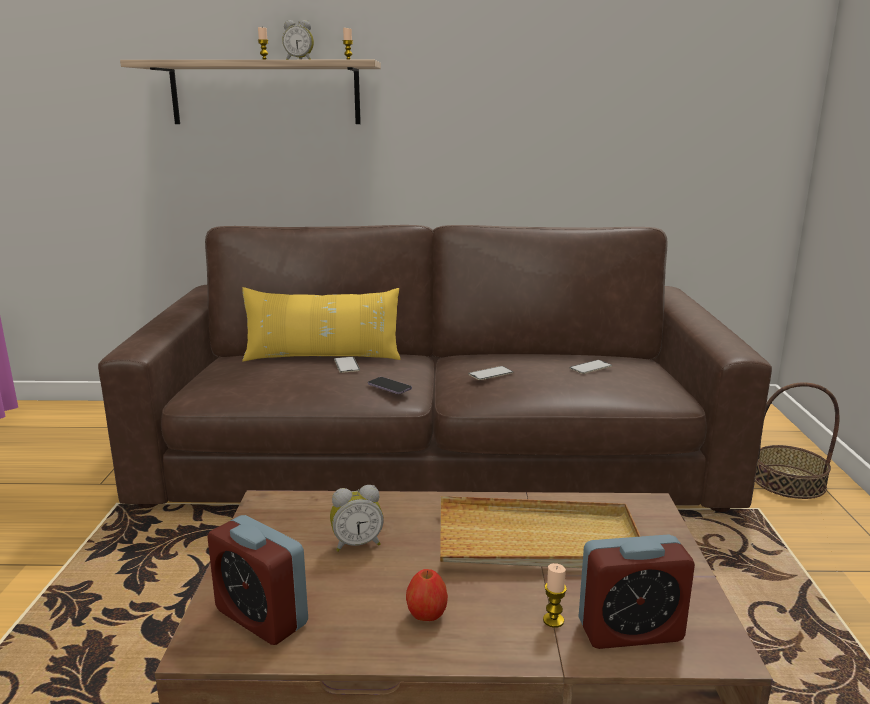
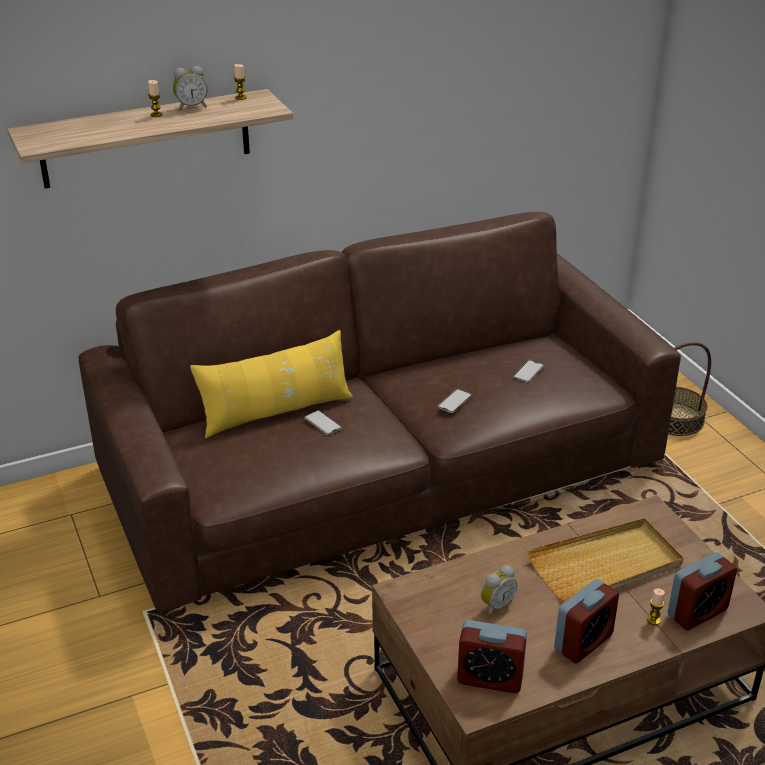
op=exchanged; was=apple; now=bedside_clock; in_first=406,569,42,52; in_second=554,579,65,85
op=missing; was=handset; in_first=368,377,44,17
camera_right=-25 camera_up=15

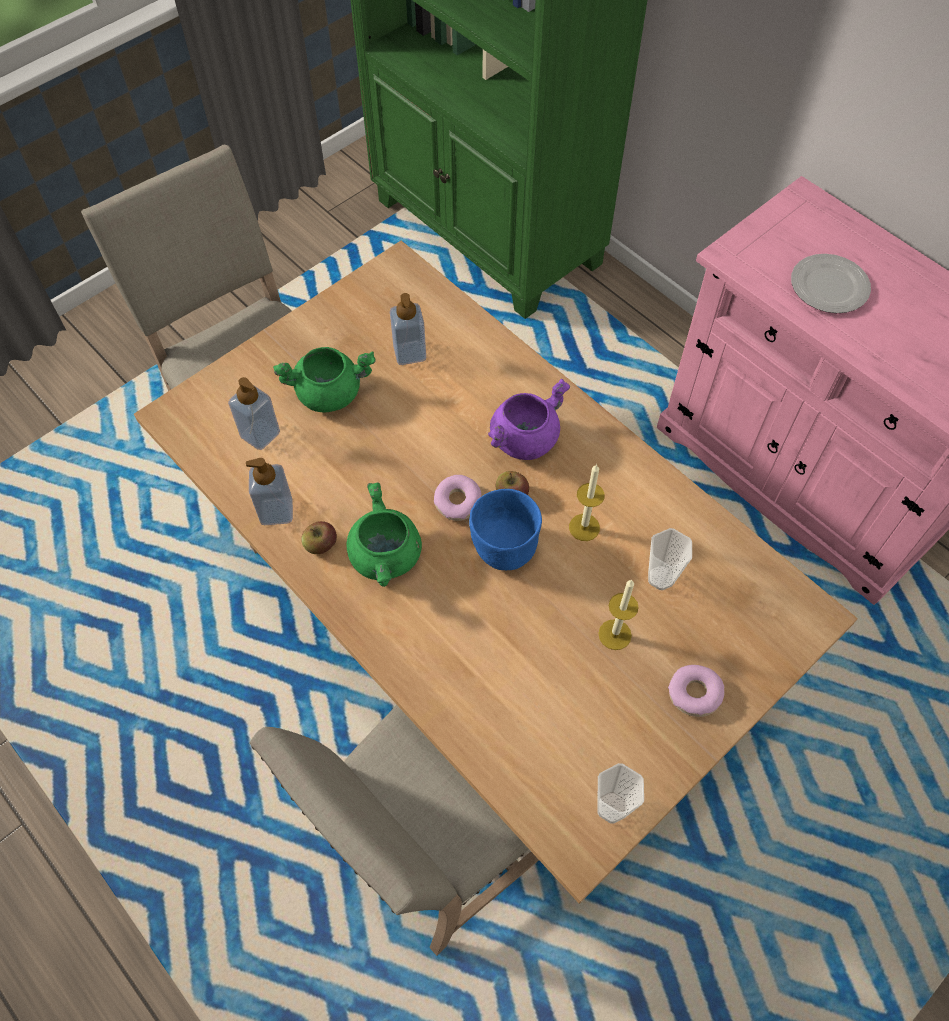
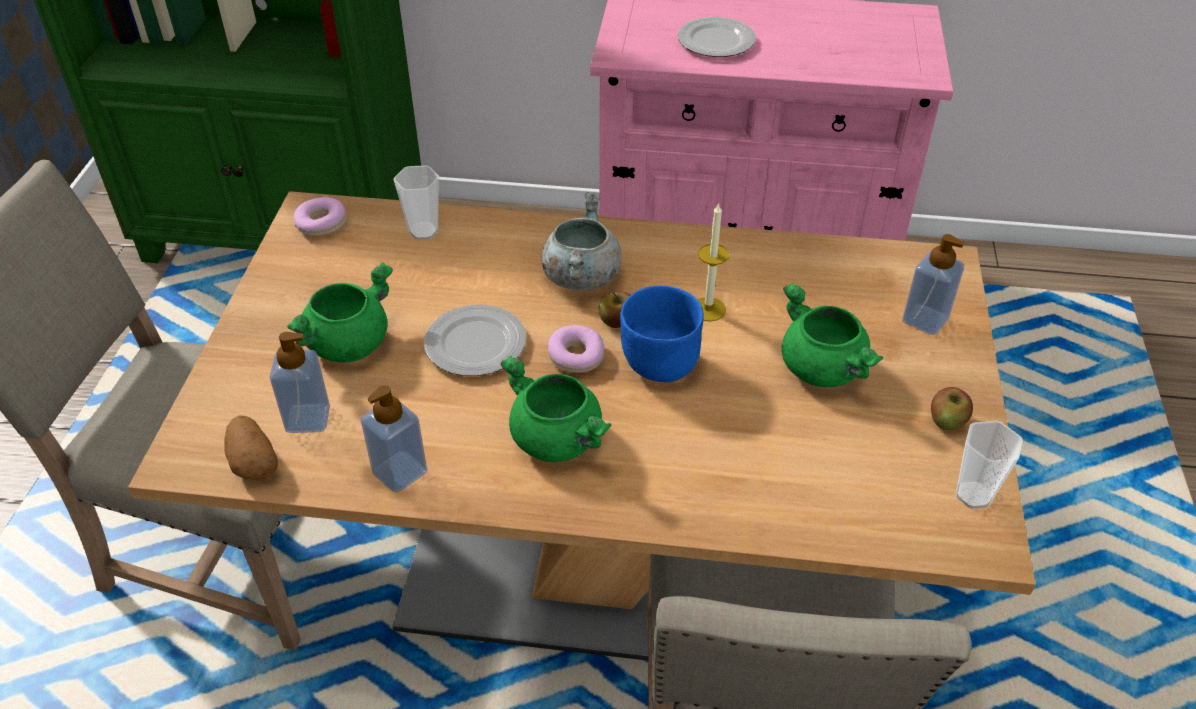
op=appeared; now=spud; in_second=224,416,54,64
op=relocated; was=doughnut; in_first=668,665,56,52; in_second=294,197,52,40
op=relocated; was=drinking_cup; in_first=648,528,44,62; in_second=394,165,45,75
op=appeared; now=flat_dish; in_second=424,305,102,71
op=colour; was=purplish_saucepot; now=gray_saucepot; in_first=488,379,82,81; in_second=542,192,80,99
op=exchanged; was=candle; now=green_saucepot; in_first=598,580,41,70; in_second=782,283,101,104
op=relocated; was=soap_dispenser; in_first=390,293,36,72; in_second=902,234,62,101
op=relocated; was=apple; in_first=301,521,36,33; in_second=931,387,42,43
camera_right=-40 camera_up=-15

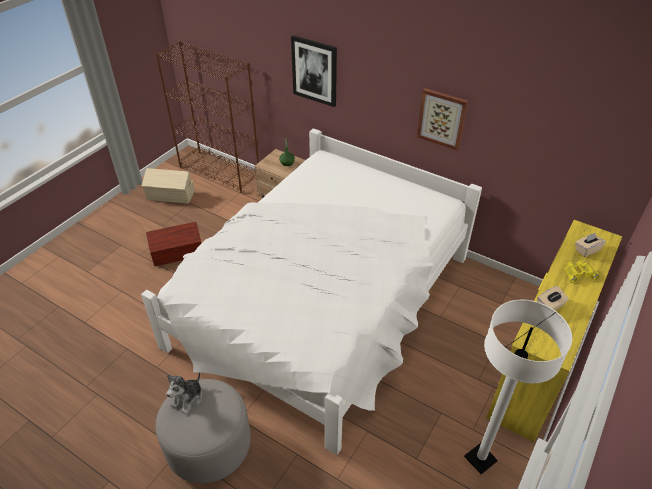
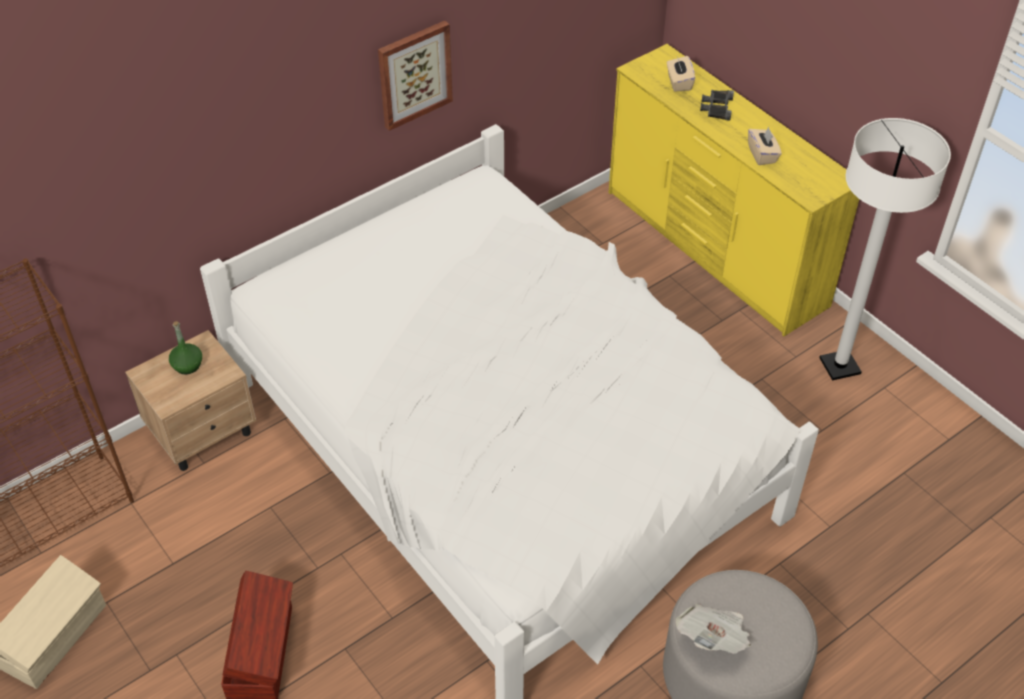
op=exchanged; was=soft_toy; now=newspaper; in_first=166,372,36,43; in_second=675,604,76,50
op=colour; was=yellowish_binoculars; now=black_binoculars; in_first=564,261,35,22; in_second=700,90,34,31
op=missing; was=wall_art; in_first=291,35,46,72
camera_right=-70 camera_up=5

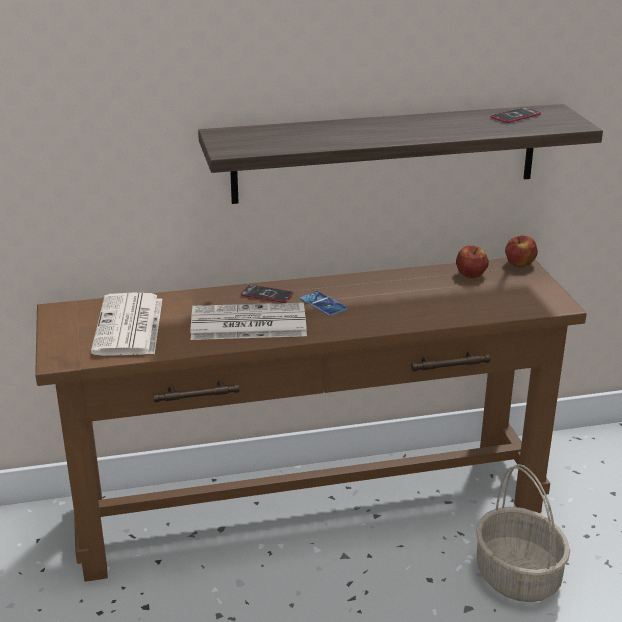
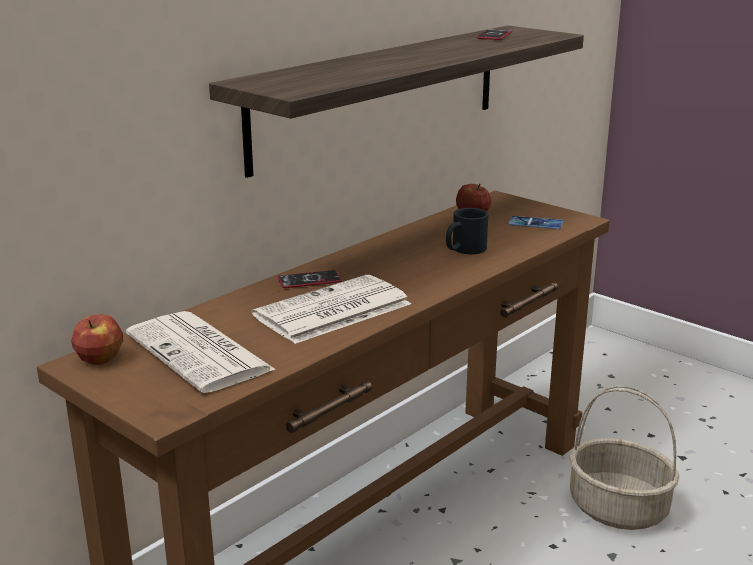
op=relocated; was=apple; in_first=505,235,33,32; in_second=71,314,52,51
op=appeared; now=black_tea_mug; in_second=446,208,43,46
op=relocated; was=handset; in_first=300,291,48,25; in_second=508,216,55,13
camera_right=-35 camera_up=-5

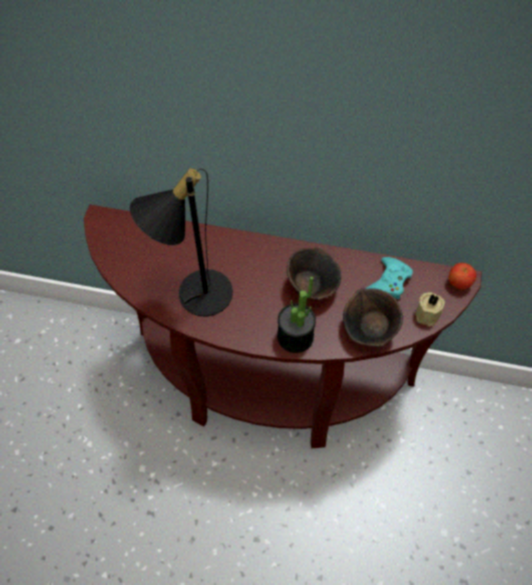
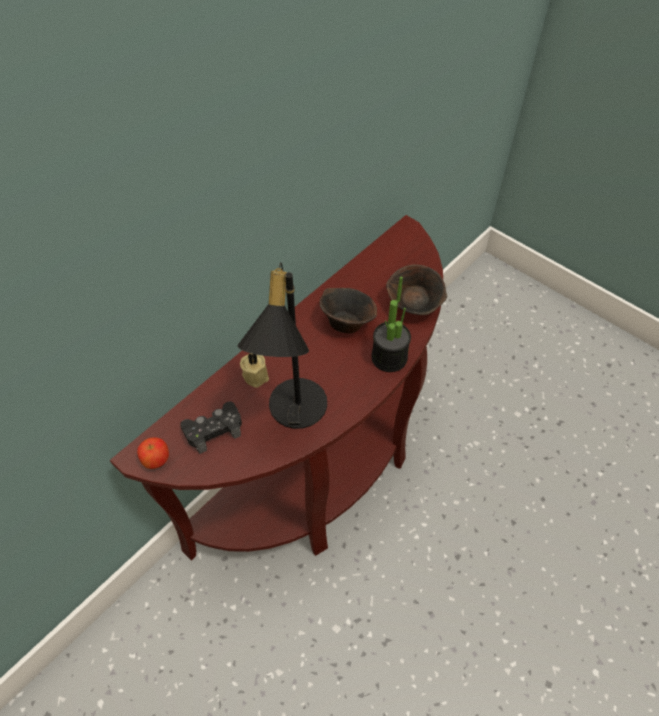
op=relocated; was=apple; in_first=448,263,29,27; in_second=137,438,32,31
op=appeared; now=black_game_controller; in_second=180,401,62,53
op=relocated; was=beige_candle; in_first=416,292,29,34; in_second=240,353,29,35
op=missing; was=blue-green_game_controller; in_first=365,257,48,42
camera_right=-60 camera_up=-5

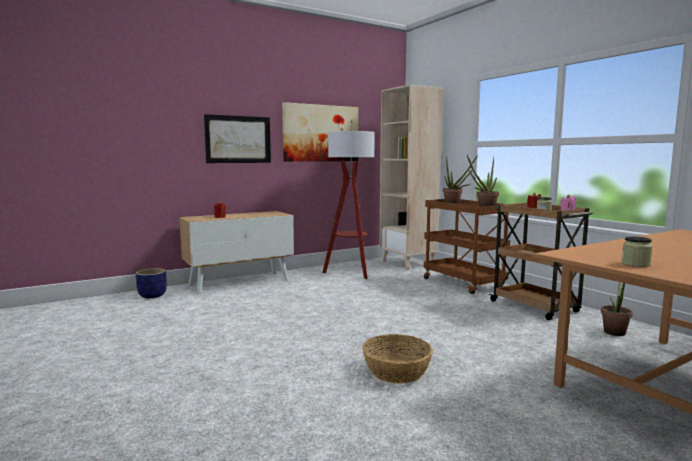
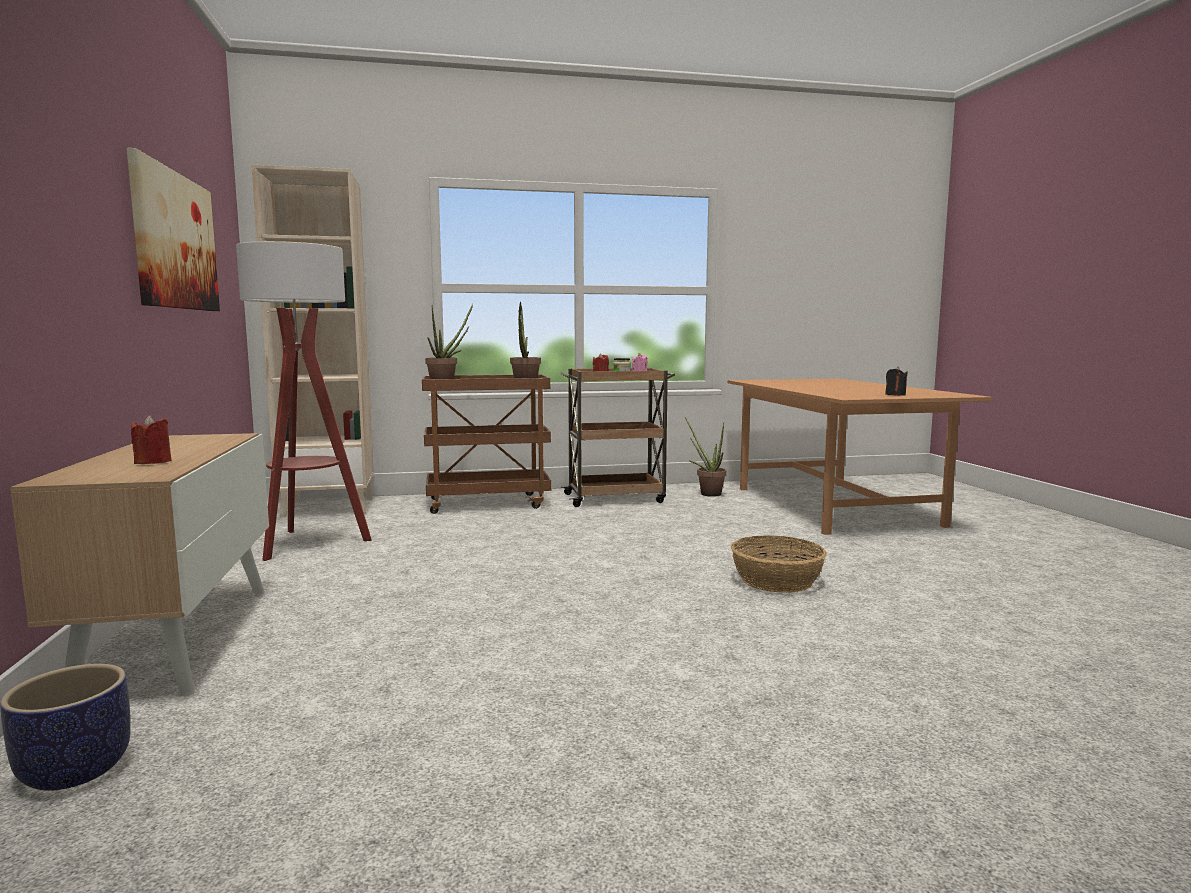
op=exchanged; was=preserve_jar; now=black_candle; in_first=621,236,32,31; in_second=885,366,23,30
op=missing; was=wall_art; in_first=204,114,67,49
camera_right=-70 camera_up=0

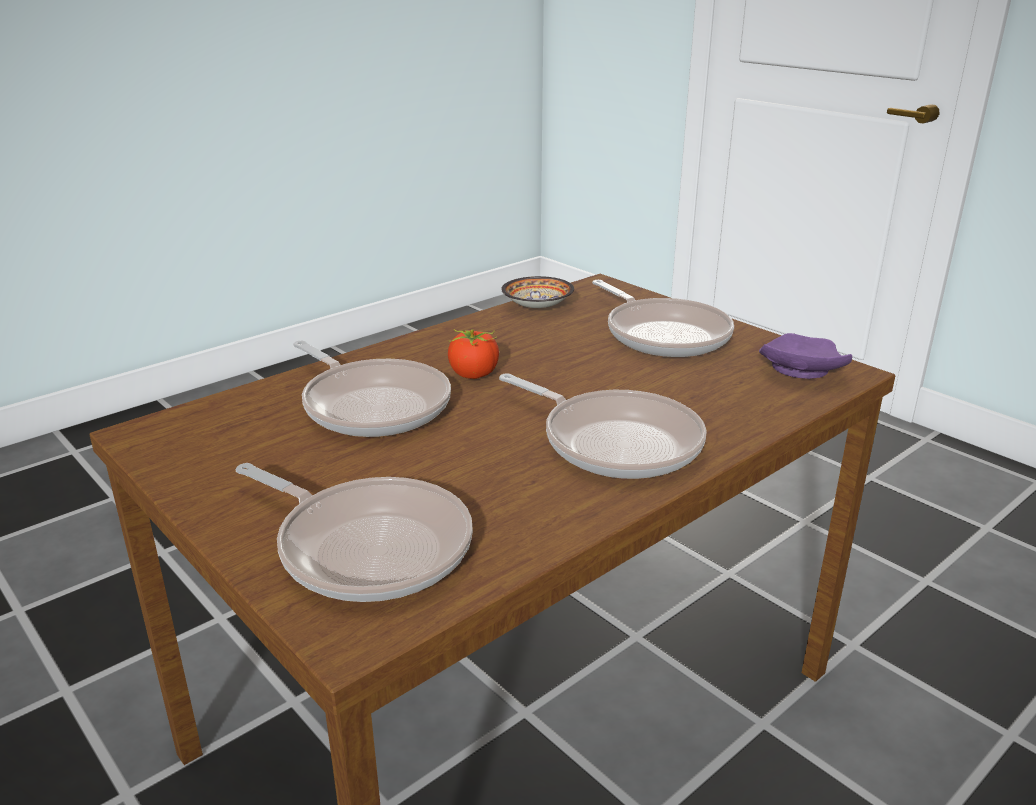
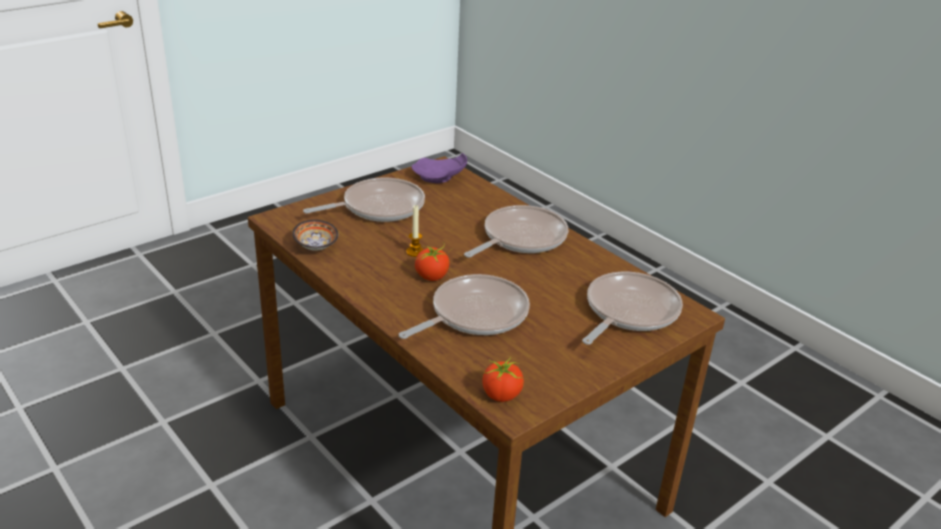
op=appeared; now=candle; in_second=406,205,18,52
op=appeared; now=whole_tomato; in_second=482,357,42,45
camera_right=-90 camera_up=5

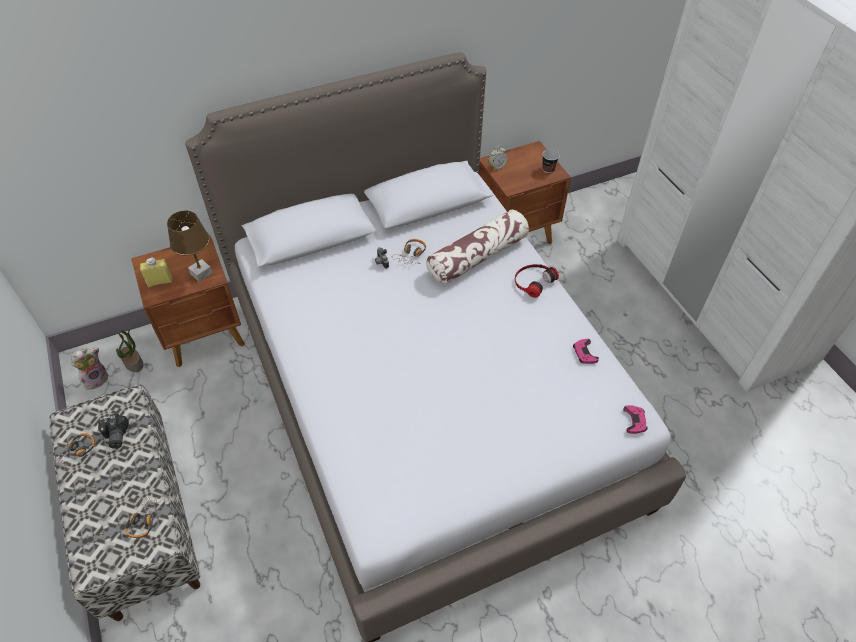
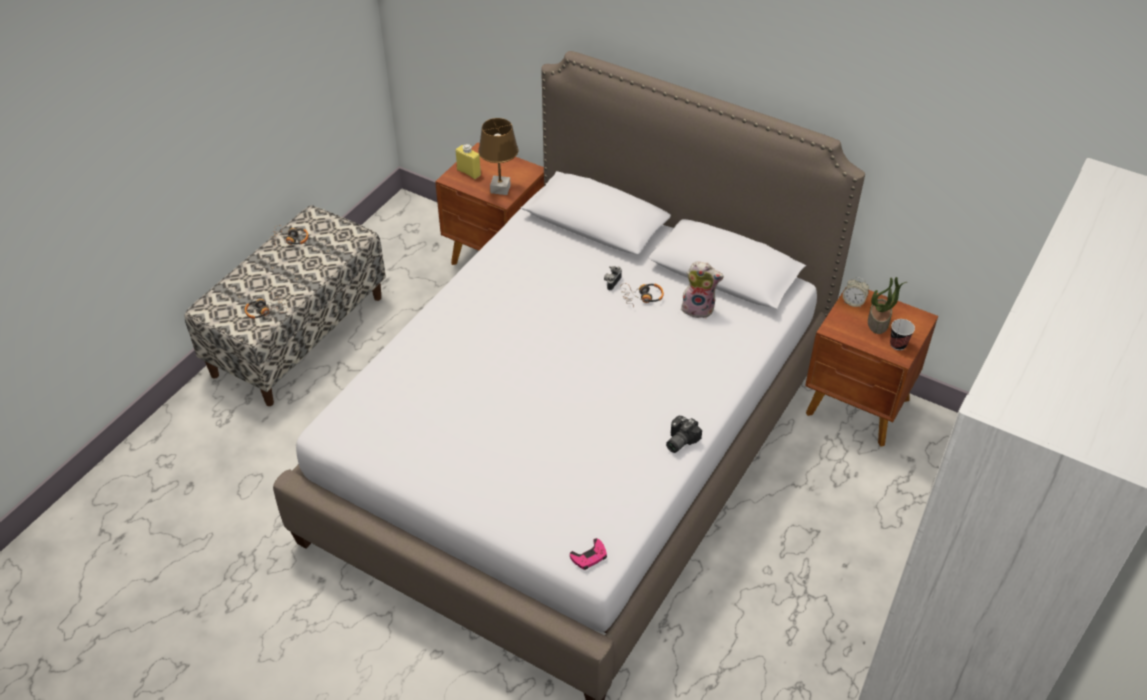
op=relocated; was=still_camera; in_first=98,413,31,36; in_second=666,415,36,38
op=relocated; was=soft_toy; in_first=71,347,37,45; in_second=681,261,43,57
op=relocated; was=potted_plant; in_first=116,328,27,44; in_second=868,277,39,57
op=missing; was=pillow; in_first=426,210,103,75
op=missing; was=headset; in_first=515,264,44,34
op=missing; was=pinkish_game_controller; in_first=573,339,26,25
camera_right=55 camera_up=-5

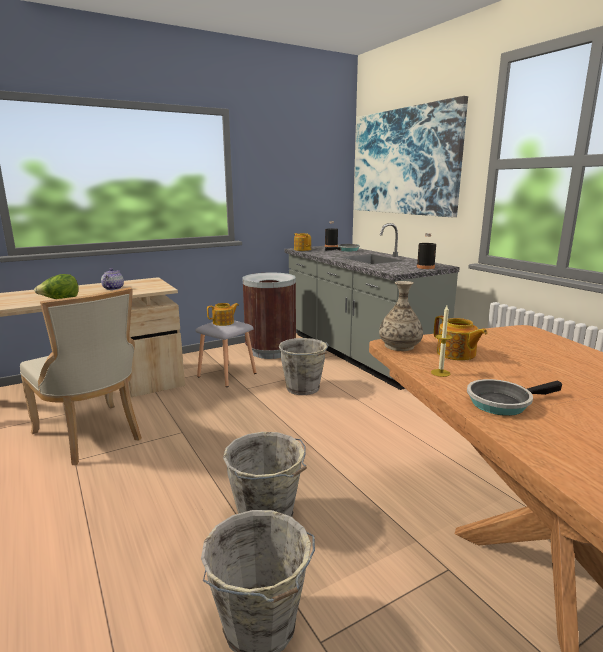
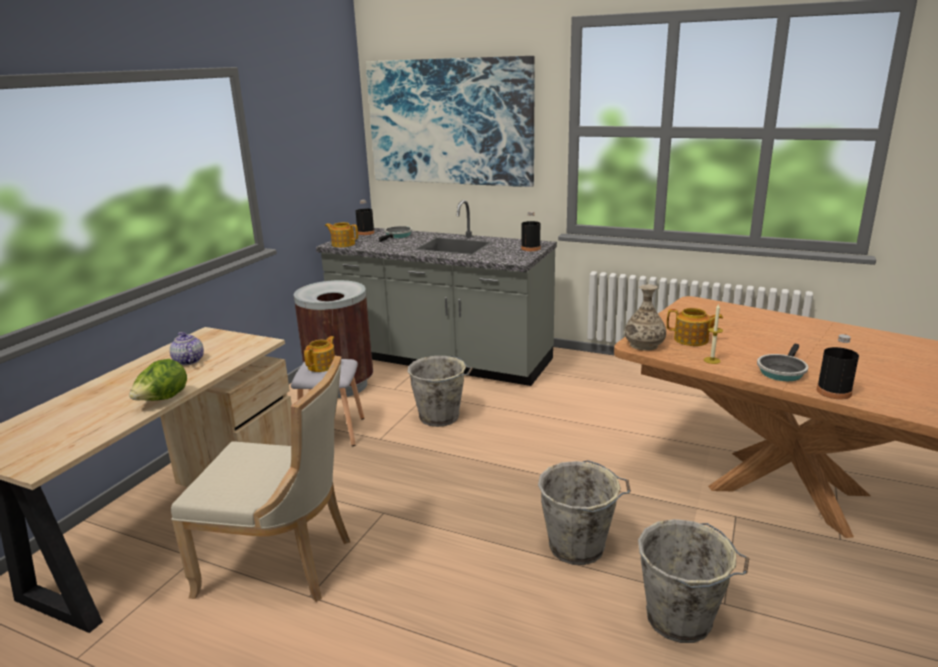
op=appeared; now=black_beverage_bottle; in_second=816,334,43,65
camera_right=-35 camera_up=5

